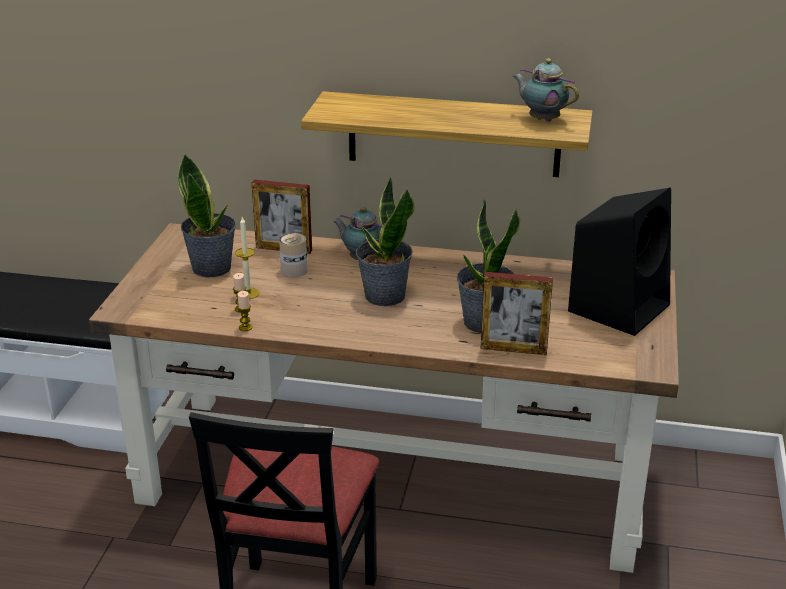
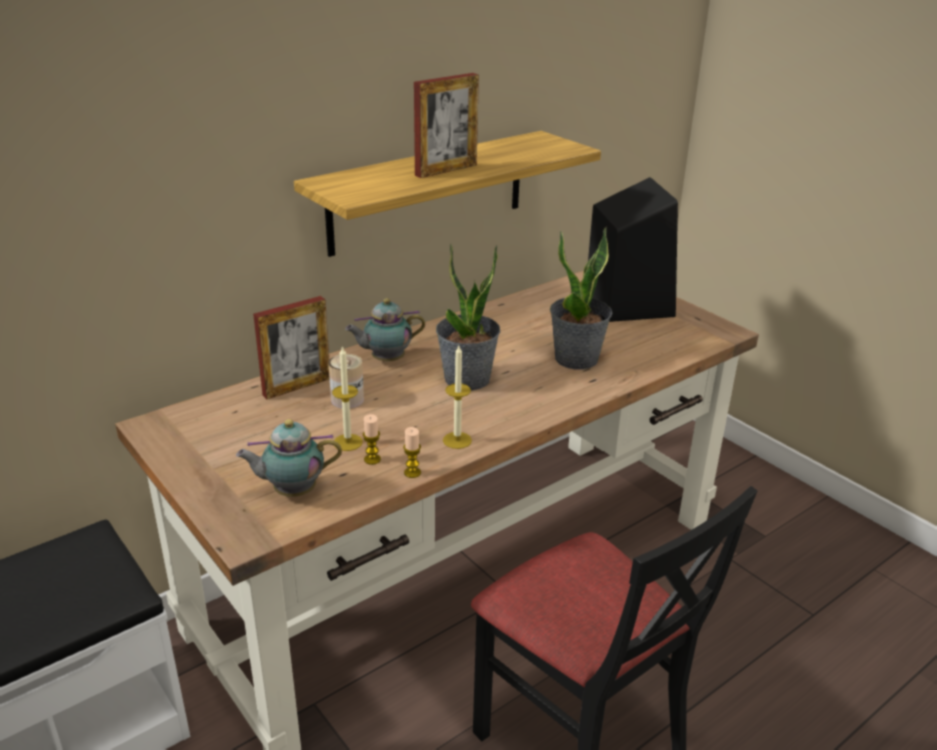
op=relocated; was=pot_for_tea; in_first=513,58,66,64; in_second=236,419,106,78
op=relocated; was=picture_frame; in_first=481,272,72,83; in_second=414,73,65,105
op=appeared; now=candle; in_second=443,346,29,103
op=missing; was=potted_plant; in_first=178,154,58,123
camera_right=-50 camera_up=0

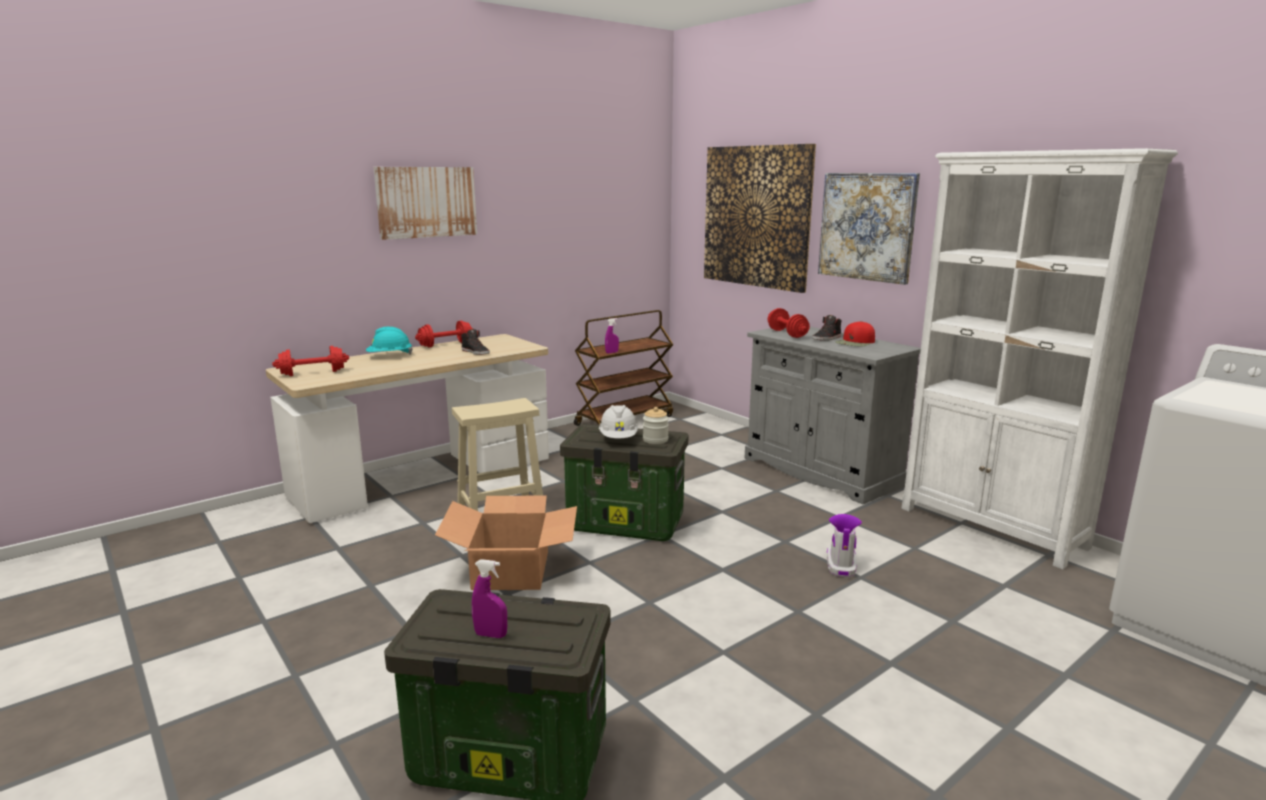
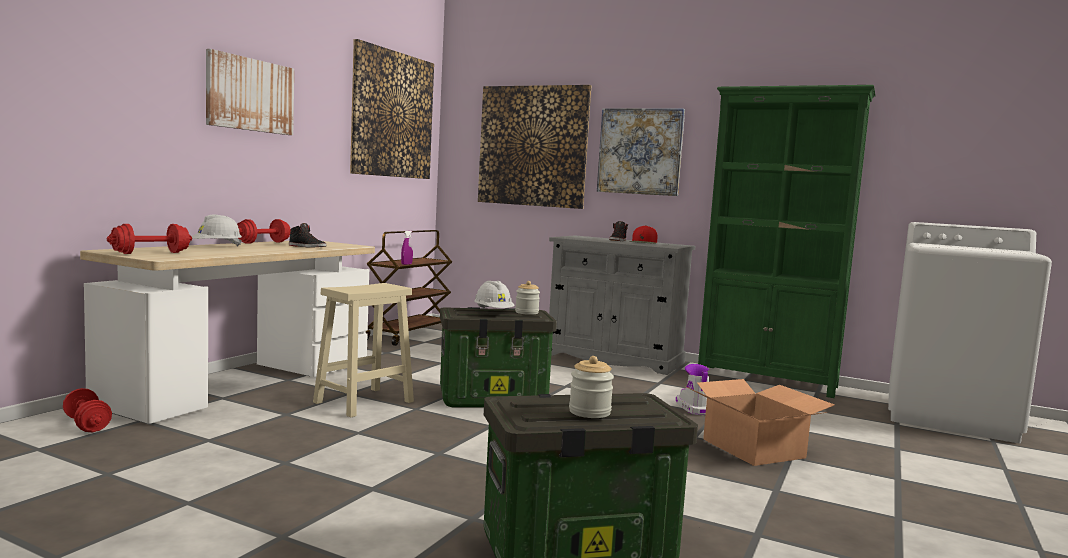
op=relocated; was=red_hand_weight; in_first=767,308,43,30; in_second=63,388,49,44
op=colour; was=blue-green_safety_helmet; now=whitish_safety_helmet; in_first=366,327,47,28; in_second=192,214,50,32
op=appeared; now=wall_art; in_second=350,39,84,140
op=exchanged; was=purplish_sprayer; now=preserve_jar; in_first=472,559,35,79; in_second=569,356,45,62
op=relocated; was=cardboard_box; in_first=435,496,142,94; in_second=685,379,150,87
op=colour; was=whitish_bookcase; now=green_bookcase; in_first=901,148,277,421; in_second=698,85,178,313
camera_right=-25 camera_up=-10

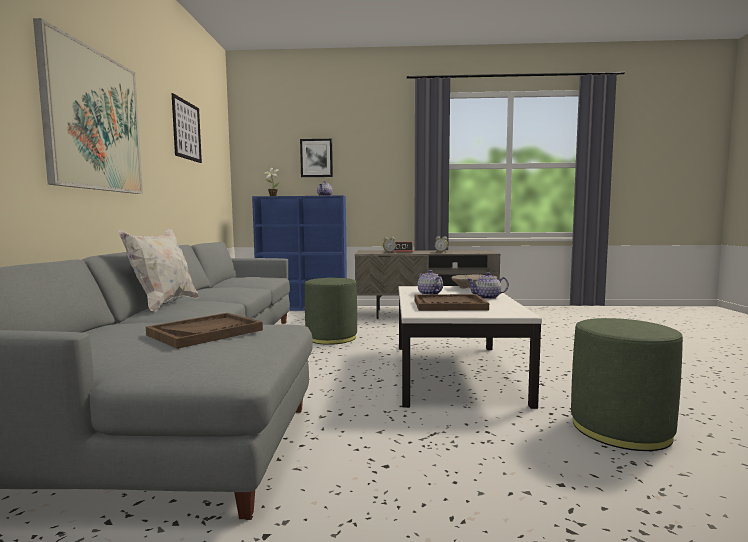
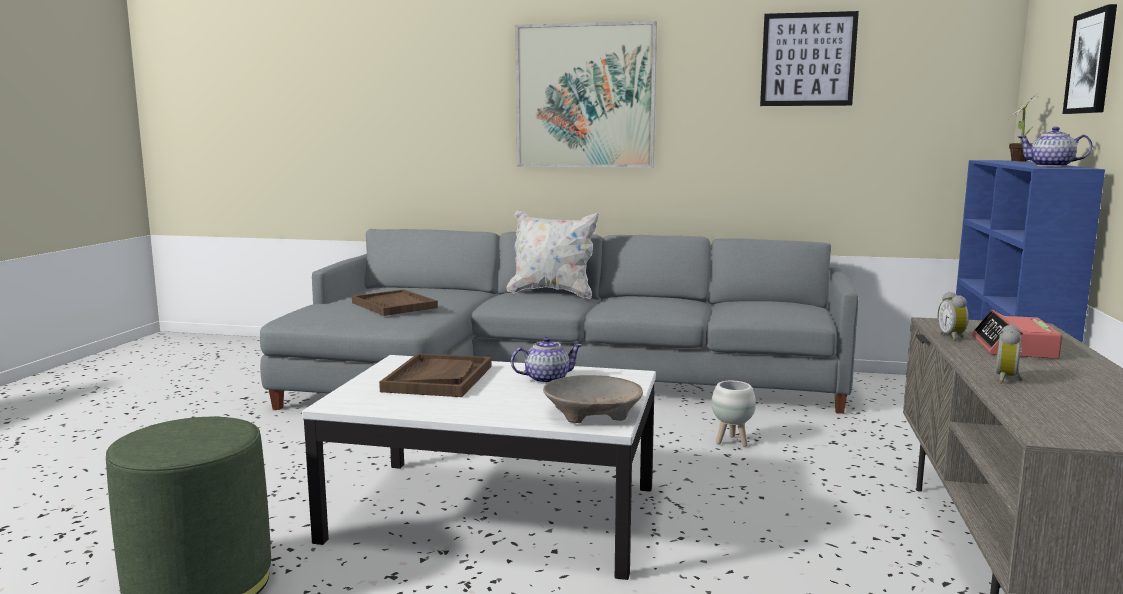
op=exchanged; was=green_pouffe; now=whitish_flower_pot; in_first=305,278,52,67; in_second=711,381,45,66
op=missing; was=pot_for_tea; in_first=467,272,42,27
camera_right=100 camera_up=5

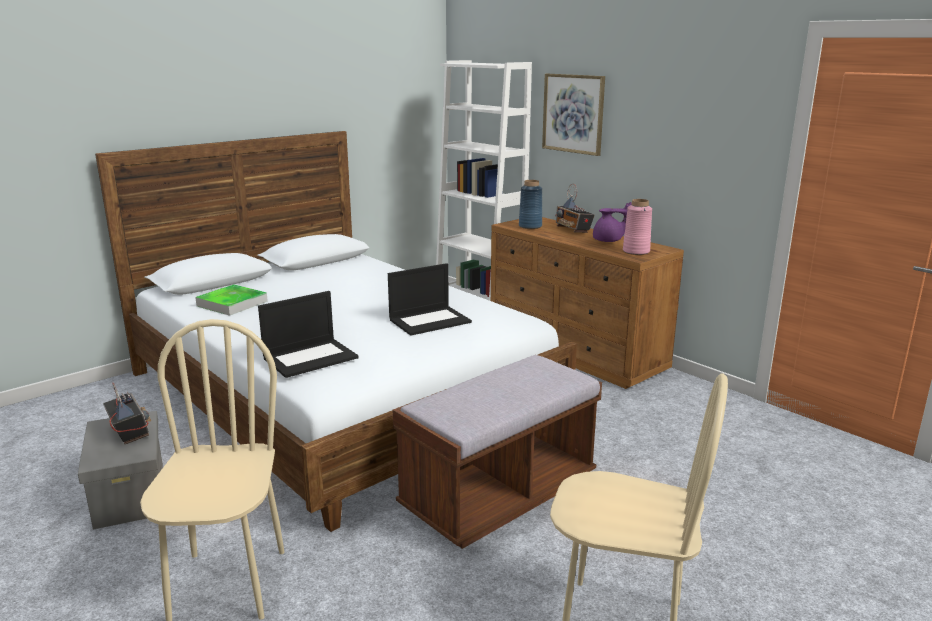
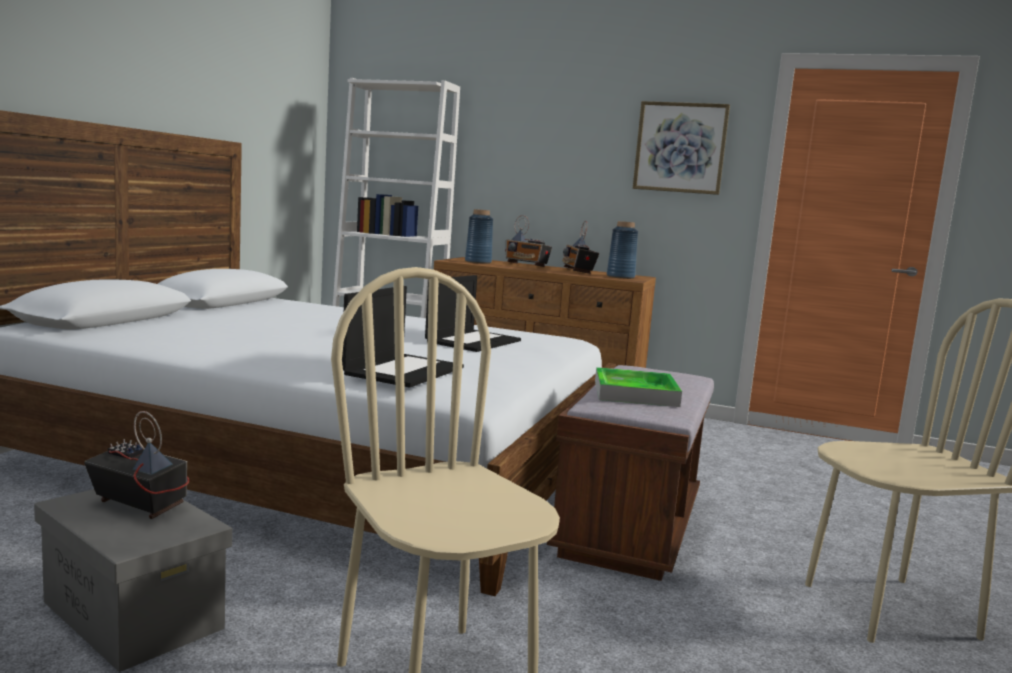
op=exchanged; was=purplish_pot_for_tea; now=radio_receiver; in_first=593,202,39,40; in_second=562,221,37,53
op=relocated; was=tray; in_first=195,284,73,32; in_second=595,367,87,40
op=colour; was=pinkish_vase; now=bluish_vase; in_first=623,199,29,56; in_second=607,221,31,58
op=relocated; was=wall_art; in_first=542,74,63,82; in_second=633,101,97,94
camera_right=-30 camera_up=-10

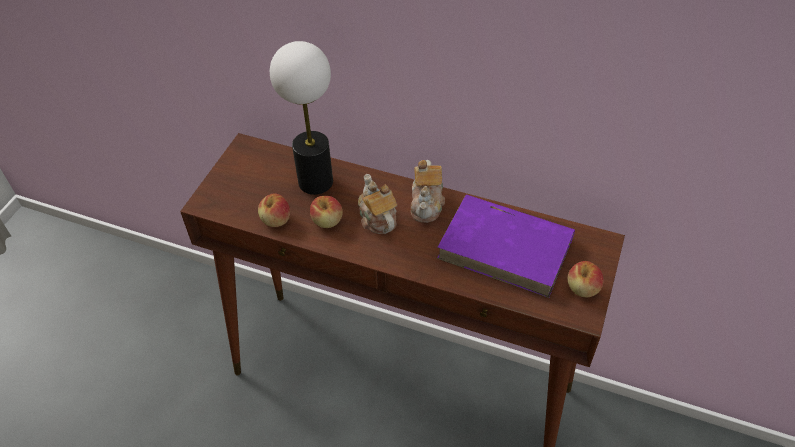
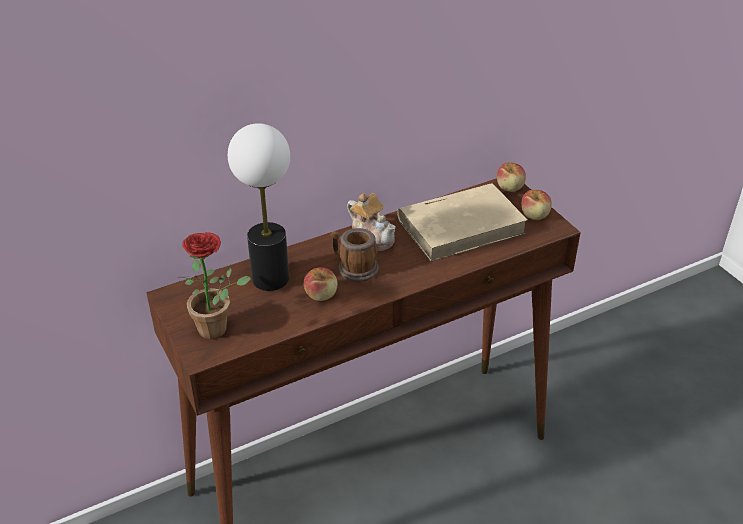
op=appeared; now=potted_plant; in_second=179,232,72,107
op=exchanged; was=pot_for_tea; now=tea_mug; in_first=358,174,39,60; in_second=331,228,48,54
op=colour; was=purplish_book; now=beige_book; in_first=437,195,138,103; in_second=397,183,131,79
op=relocated; was=apple; in_first=258,194,32,33; in_second=497,162,29,30
camera_right=-50 camera_up=-10

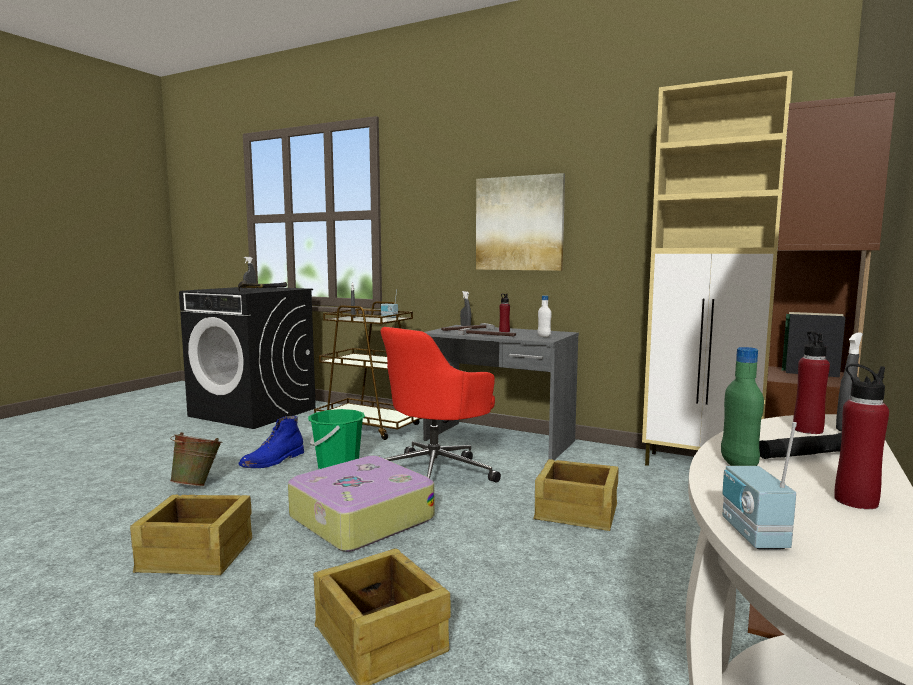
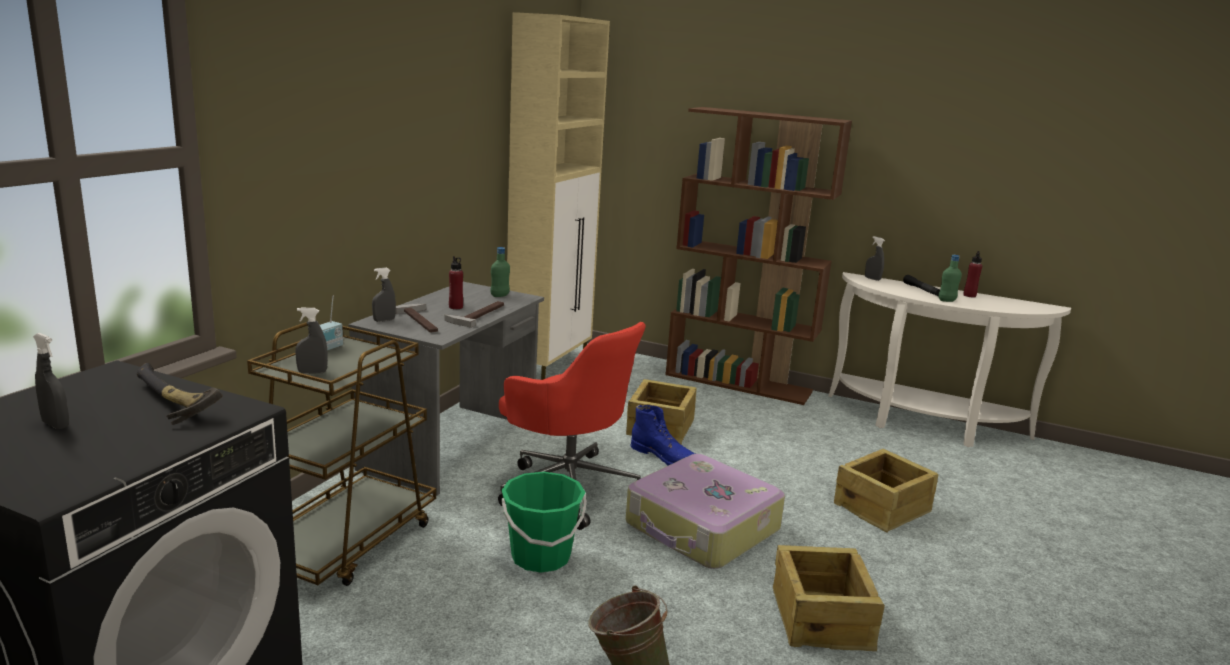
op=colour; was=whitish_beverage_bottle; now=green_beverage_bottle; in_first=537,295,15,42; in_second=490,247,20,50
op=relocated; was=bluish_high-top_boot; in_first=239,416,65,52; in_second=630,405,65,61
op=missing; was=wall_art; in_first=476,173,89,98
op=missing; was=radio_receiver; in_first=722,422,75,128
op=missing; was=red_beverage_bottle; in_first=793,331,37,103
camera_right=-95 camera_up=10

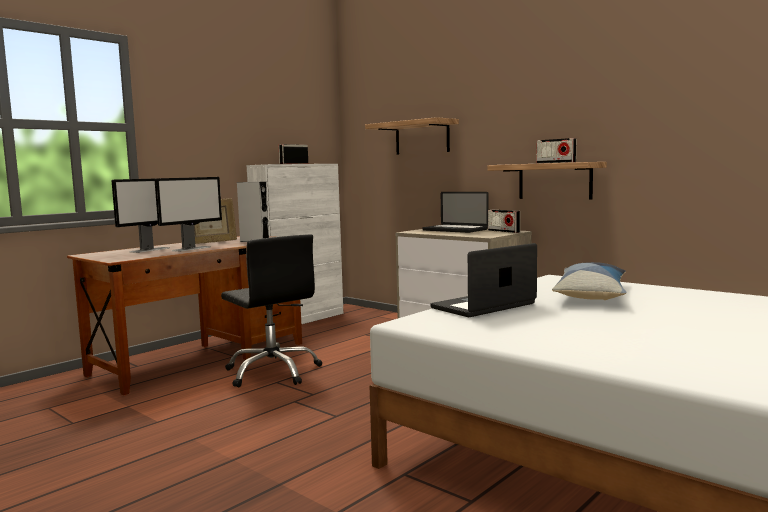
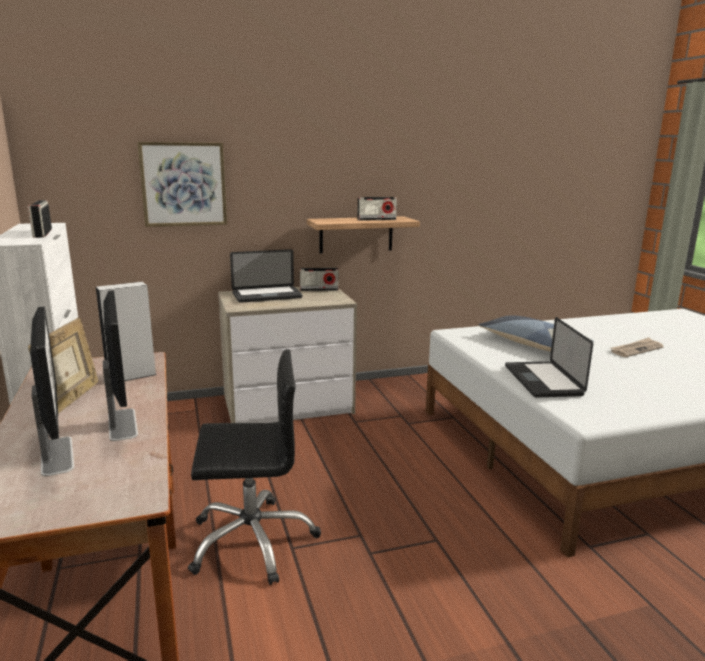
op=exchanged; was=bracket_shelf; now=wall_art; in_first=365,117,94,38; in_second=137,142,90,85
op=appeared; now=newspaper; in_second=610,337,54,20
camera_right=-60 camera_up=10

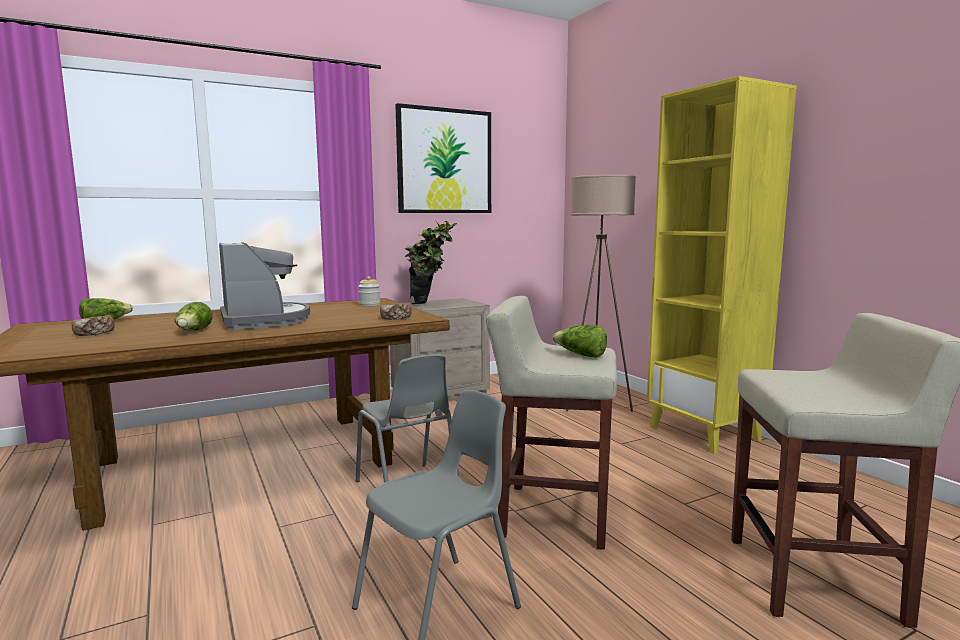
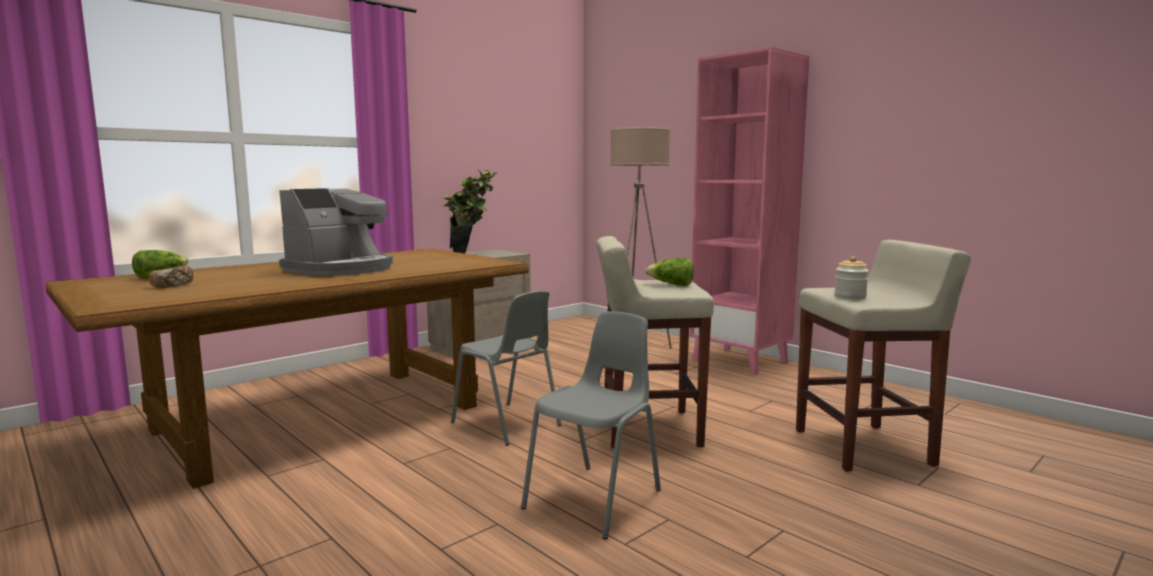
op=spun; was=coffee_maker; in_first=219,242,91,88; in_second=279,188,114,88; clockwise=75
op=colour; was=yellowish_bookcase; now=pinkish_bookcase; in_first=647,76,150,378; in_second=690,46,119,329
op=relocated; was=preserve_jar; in_first=358,276,22,30; in_second=834,256,35,43
op=missing; was=lettuce; in_first=175,302,38,29
op=missing; was=baked_bread; in_first=380,303,32,17
op=missing; was=wall_art; in_first=395,103,96,110
camera_right=-15 camera_up=0

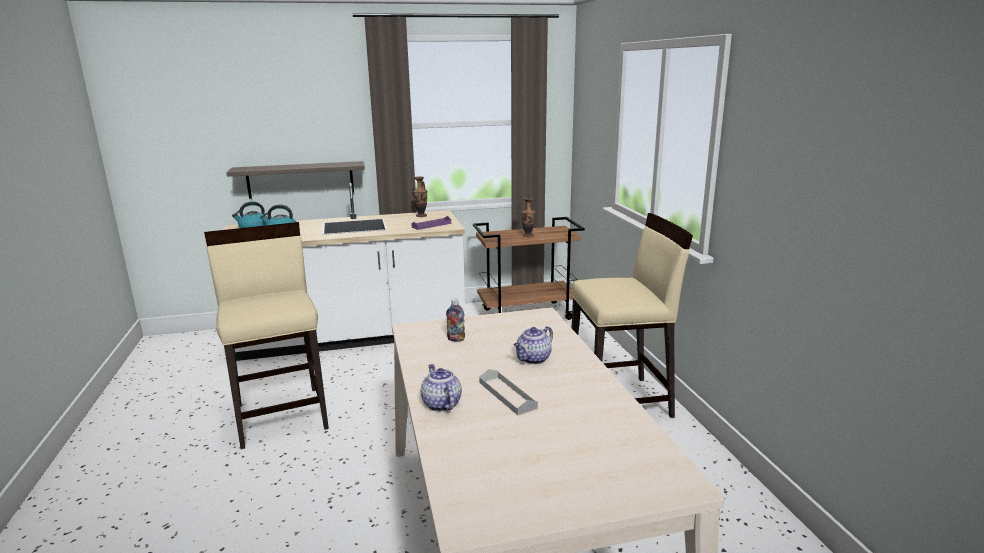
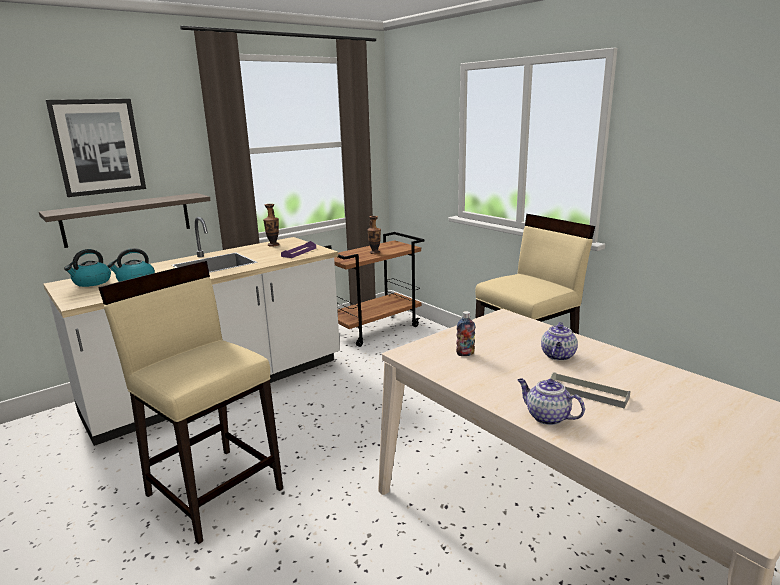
op=appeared; now=wall_art; in_second=46,99,100,98
camera_right=-25 camera_up=0

